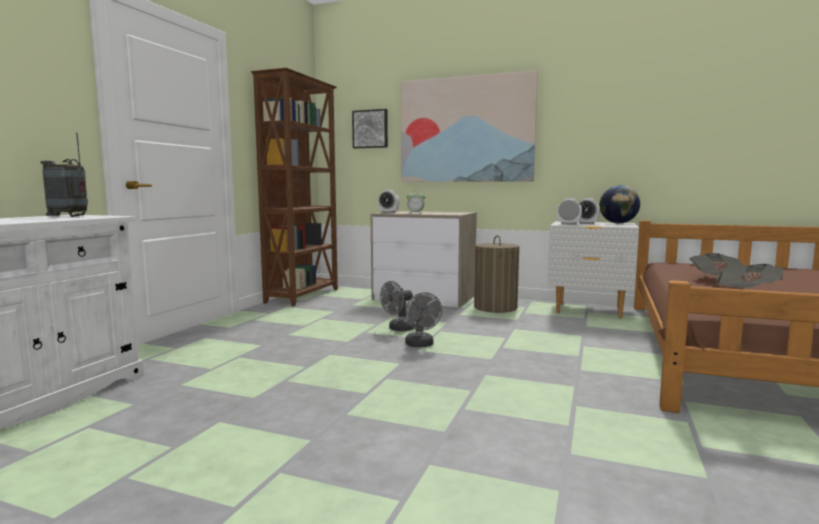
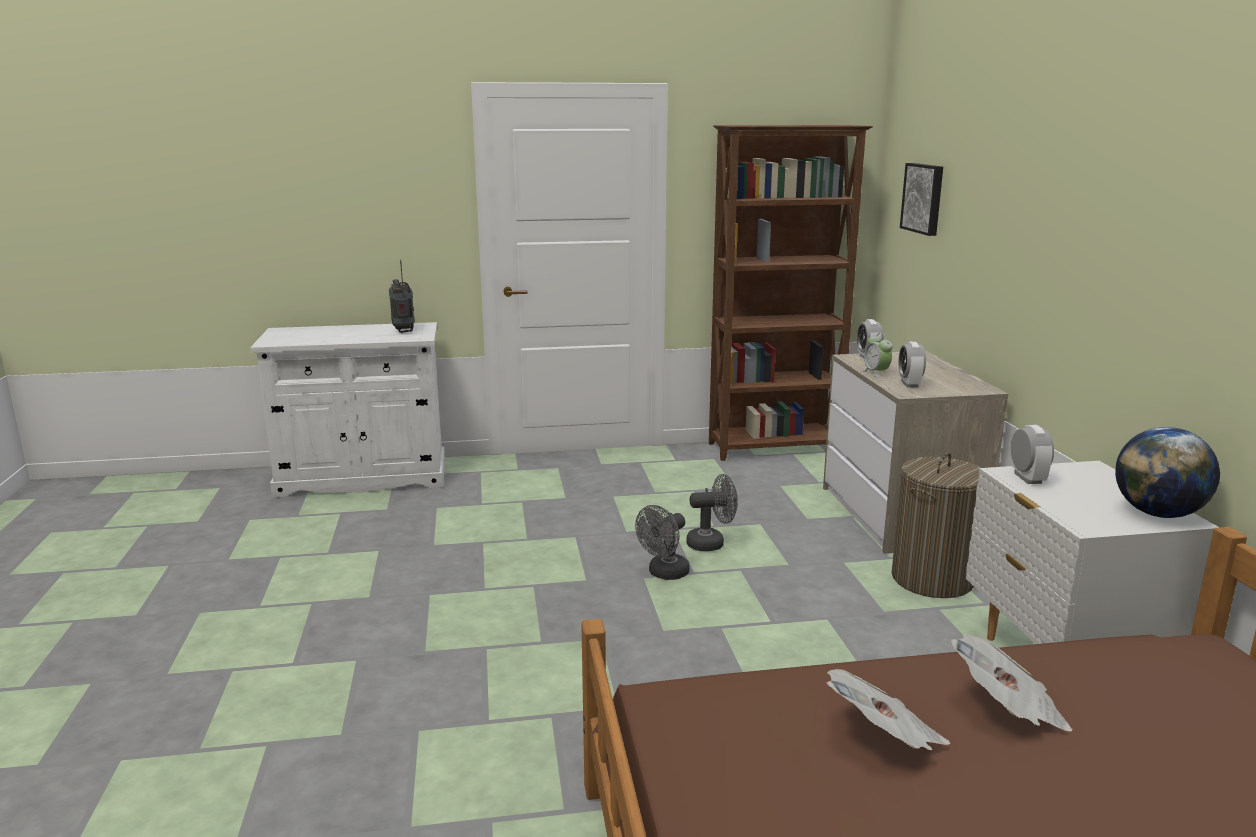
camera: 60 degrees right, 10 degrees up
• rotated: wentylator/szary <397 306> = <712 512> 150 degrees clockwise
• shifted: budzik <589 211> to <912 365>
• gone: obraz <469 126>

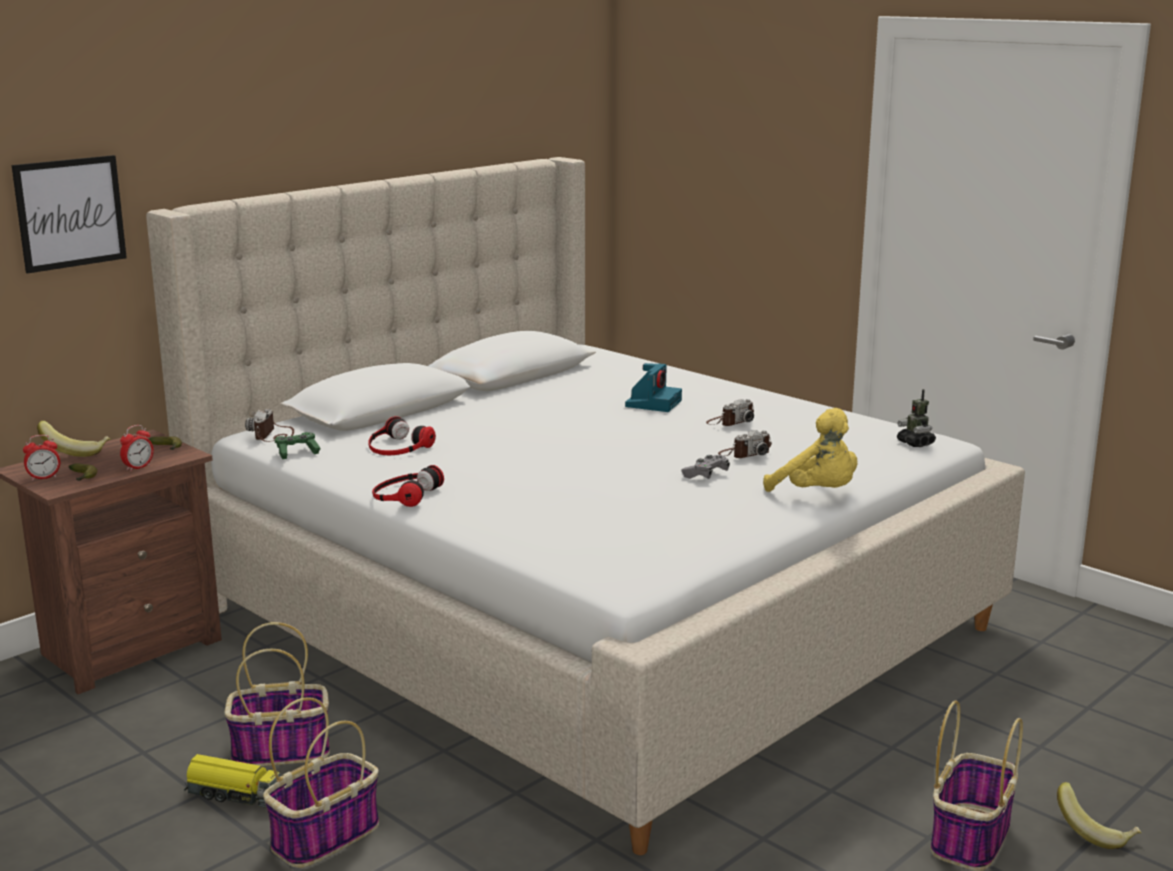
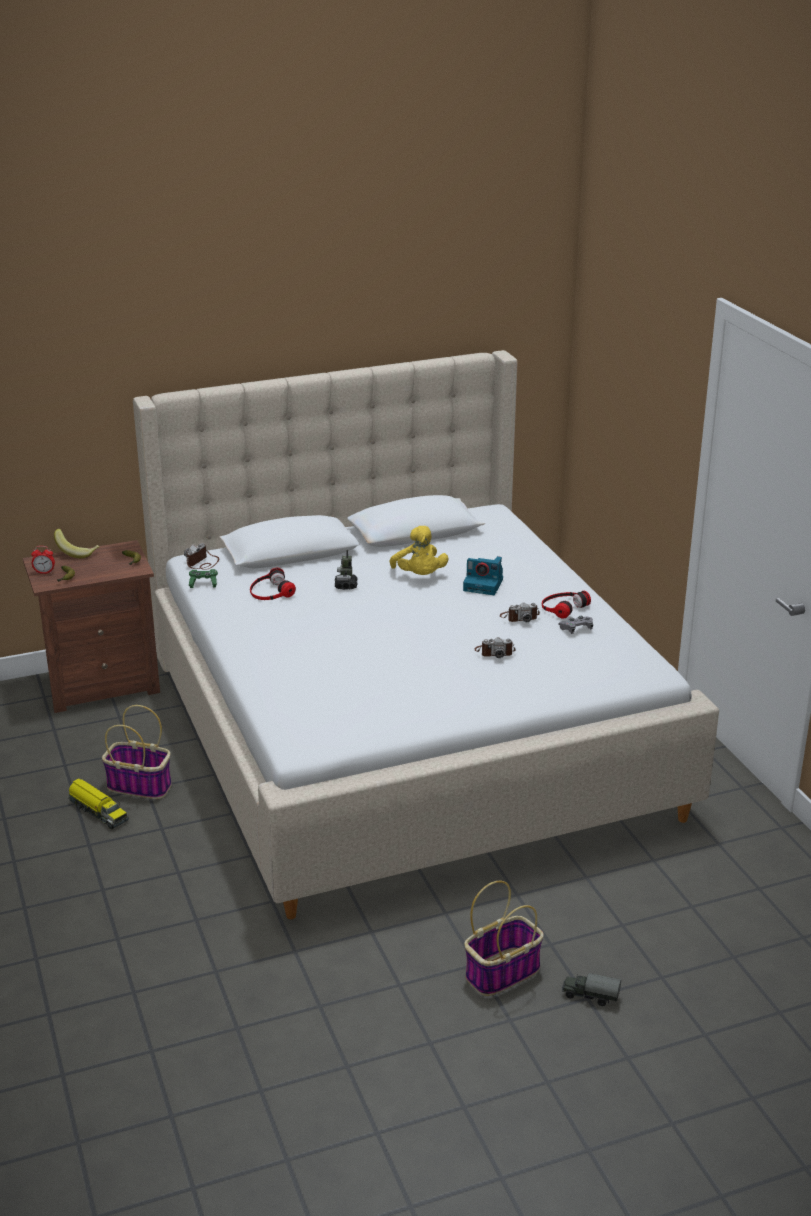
camera: 25 degrees right, 10 degrees up
• shifted: robot zabawkowy <916 418> to <346 570>
• shifted: pluszak/żółty <810 450> to <419 550>
• rotated: aparat fotograficzny <653 387> = <483 575> 60 degrees clockwise
• shifted: słuchawki <408 486> to <566 605>
• shifted: pad do gier/szary <705 467> to <576 625>
• swapped: banan <1099 815> to ciężarówka zabawkowa <591 989>
• gone: obraz <69 214>
• gone: budzik <137 448>
• gone: koszyk <321 782>

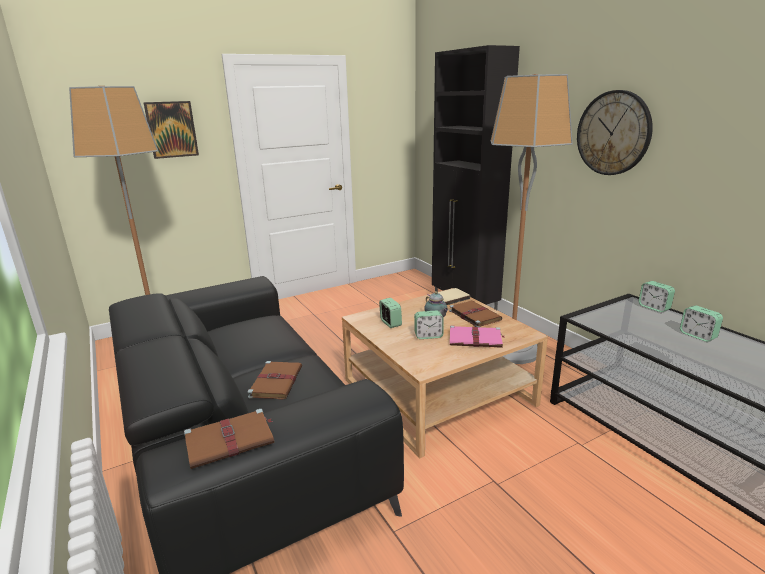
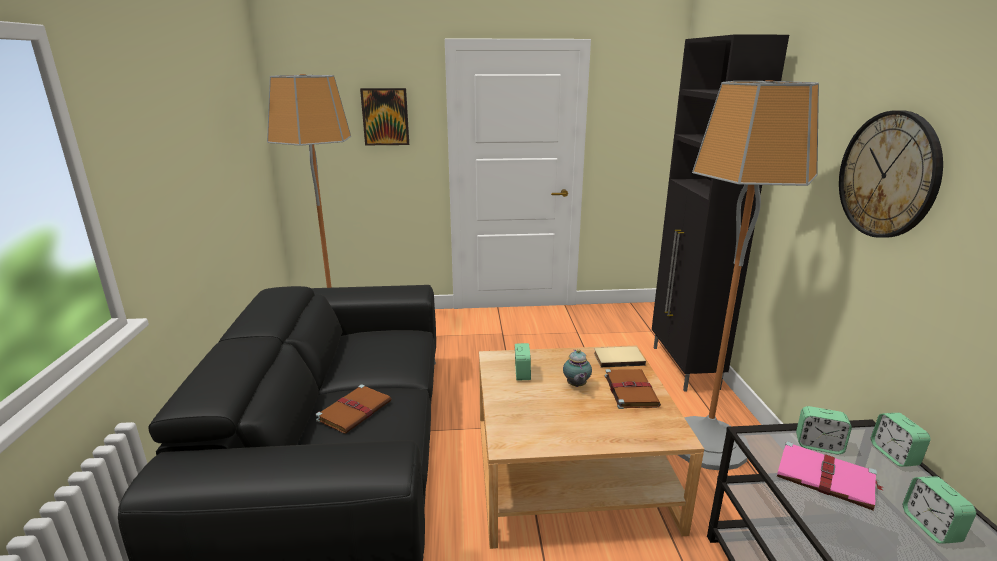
camera: 25 degrees right, 0 degrees up
• shifted: książka/różowy <477 336> to <829 475>
• shifted: budzik <429 324> to <824 430>
• gone: książka/brązowy <229 439>

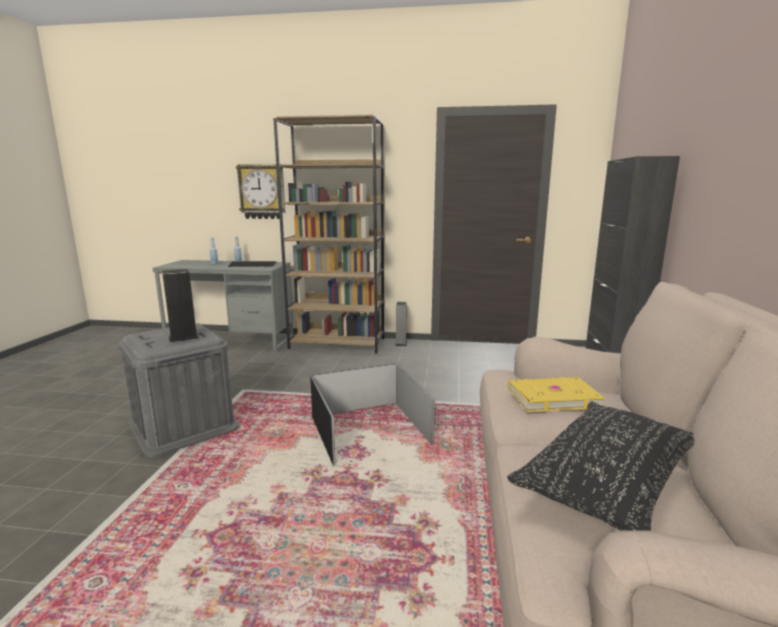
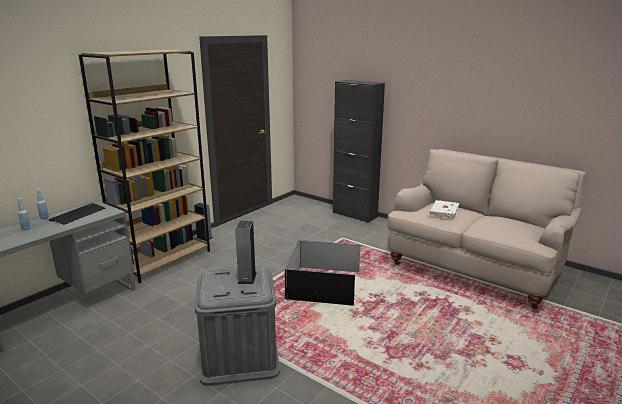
camera: 60 degrees left, 5 degrees up
• repainted: książka/żółty <556 394> to książka/biały <444 209>
• gone: zegar ścienny <260 191>
• gone: poduszka/czarny <600 466>

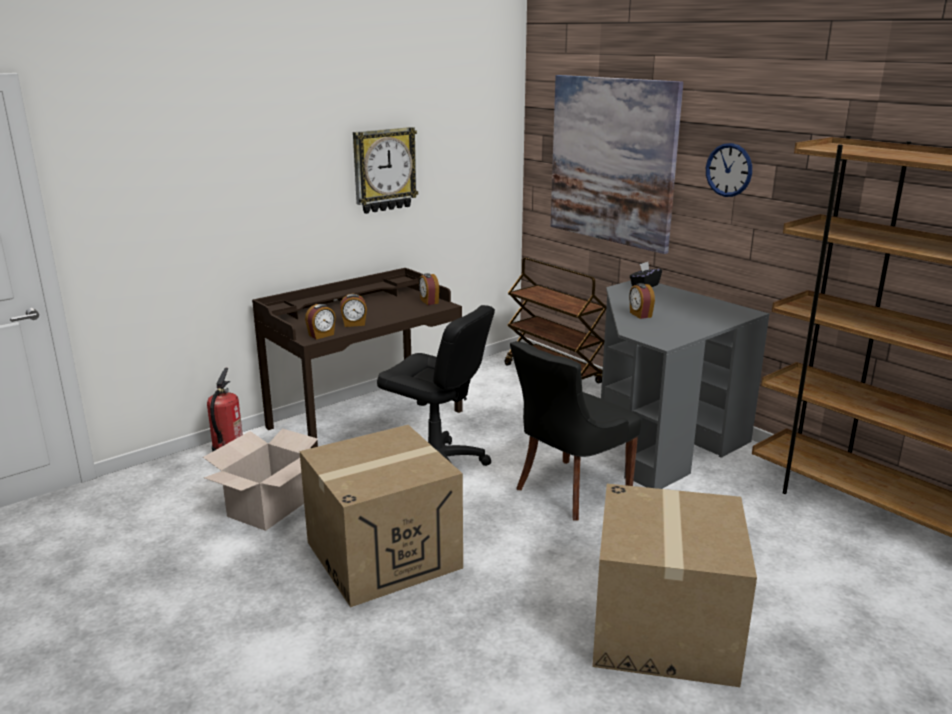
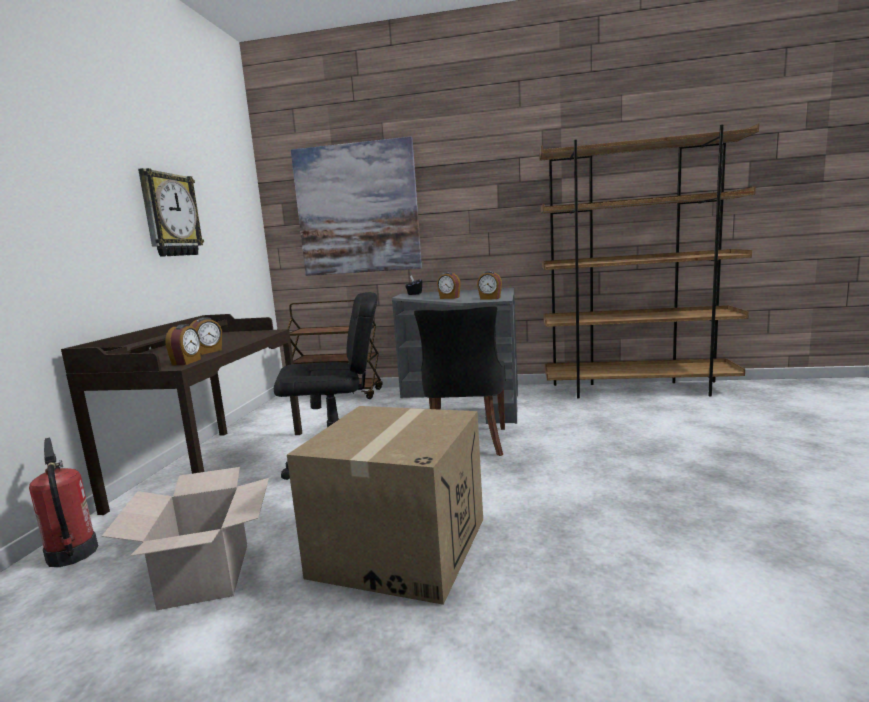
camera: 40 degrees left, 10 degrees down
• shifted: budzik <429 289> to <489 285>
• gone: karton <674 585>
• gone: zegar ścienny <729 170>

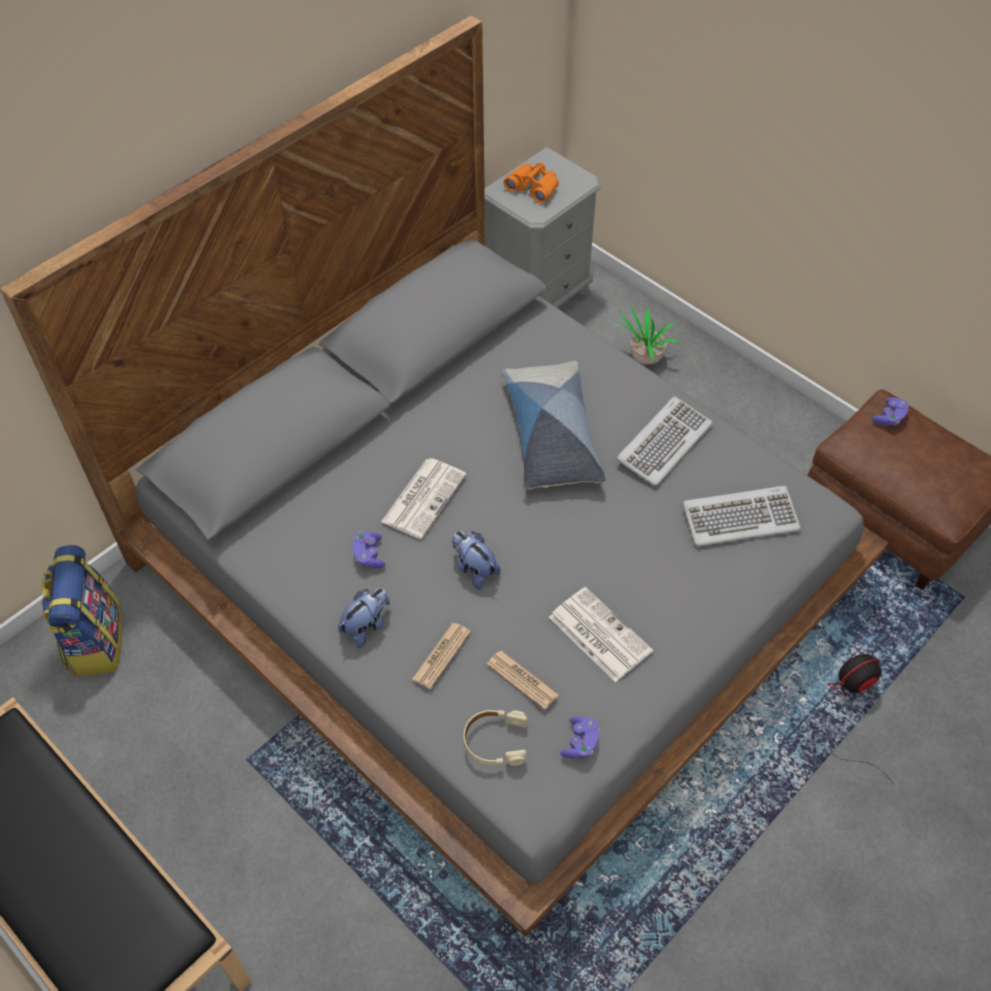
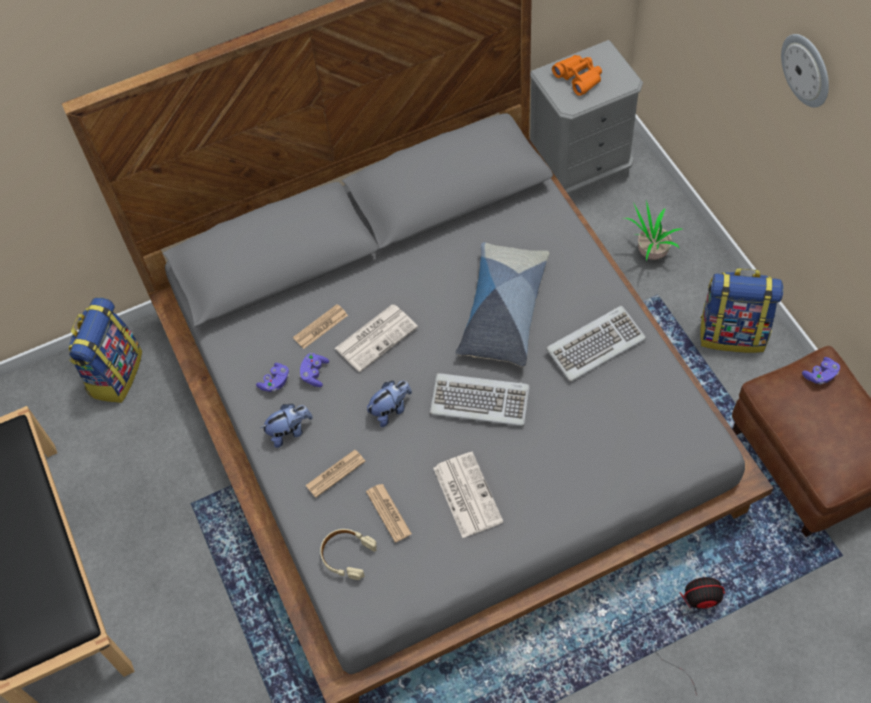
camera: 25 degrees right, 5 degrees up
• shifted: pad do gier/fioletowy <579 738> to <272 377>
• new: gazeta <320 326>
• rotated: pluszak <476 560> = <389 404> 75 degrees clockwise
• shifted: klawiatura <741 516> to <480 399>
• new: plecak <741 310>
• new: zegar ścienny <805 70>

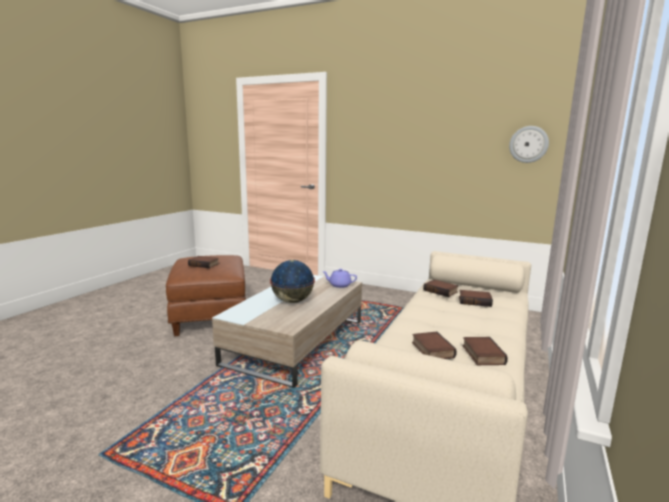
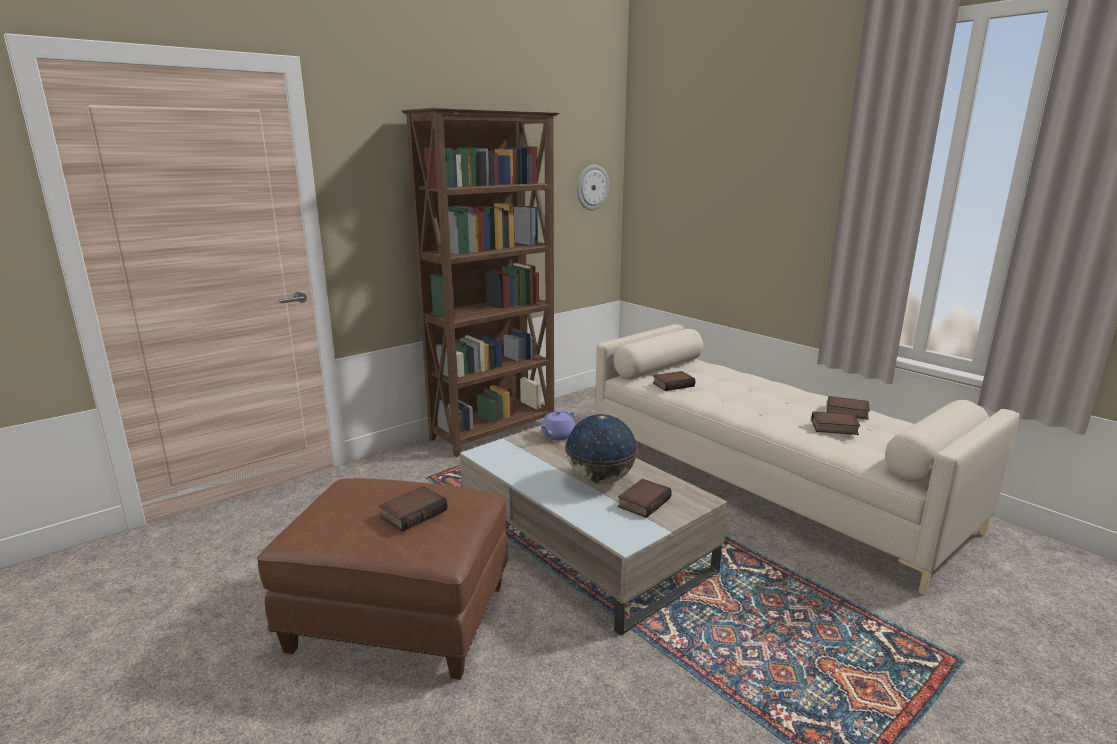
camera: 65 degrees left, 5 degrees up
• new: regał/brązowy <480 282>
• shifted: książka <476 298> to <645 498>

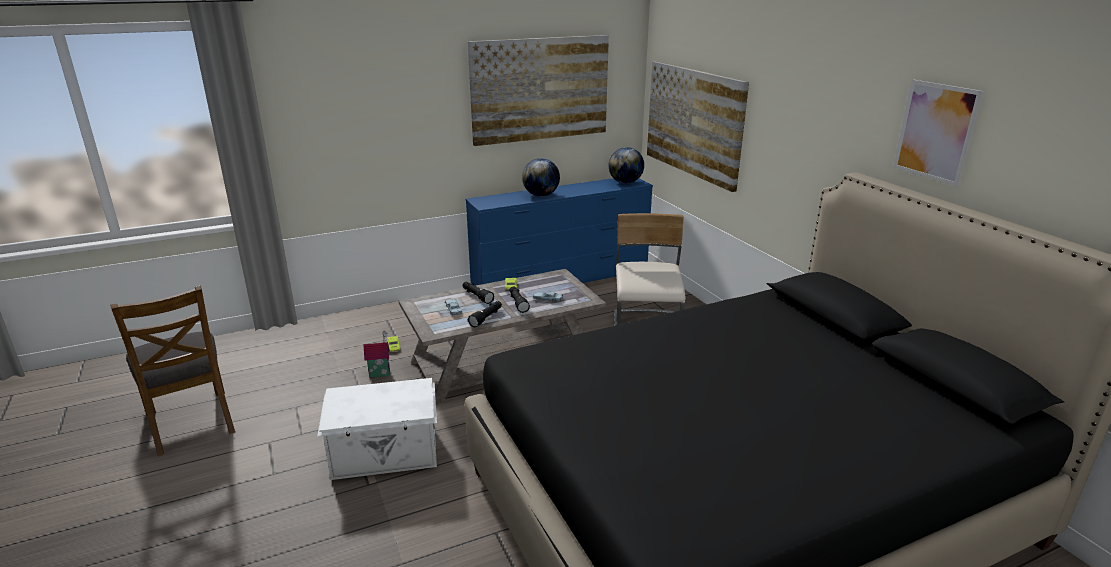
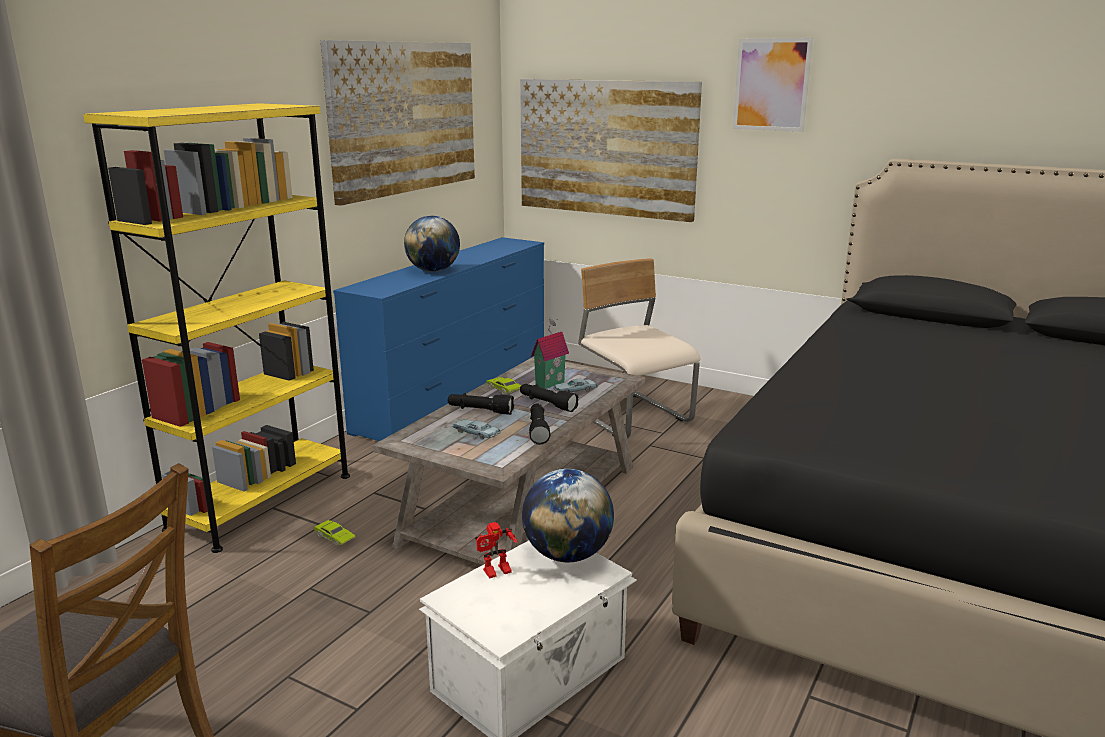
camera: 35 degrees left, 5 degrees down
• new: regał/żółty <216 328>
• new: robot zabawkowy <496 550>
• shifted: globus <626 165> to <568 515>
• shifted: domek <377 354> to <550 353>
• shifted: obraz <938 133> to <773 85>

